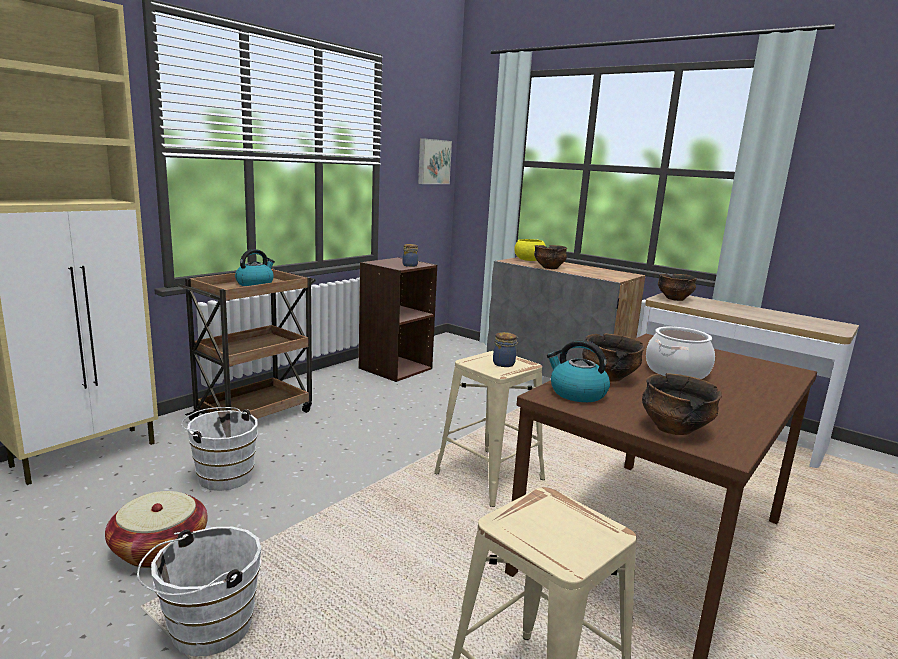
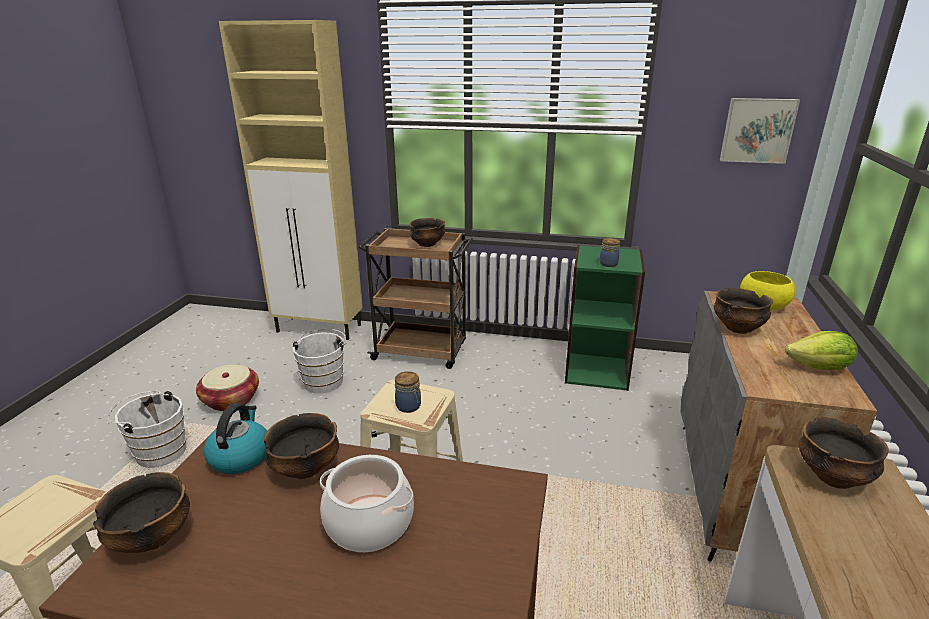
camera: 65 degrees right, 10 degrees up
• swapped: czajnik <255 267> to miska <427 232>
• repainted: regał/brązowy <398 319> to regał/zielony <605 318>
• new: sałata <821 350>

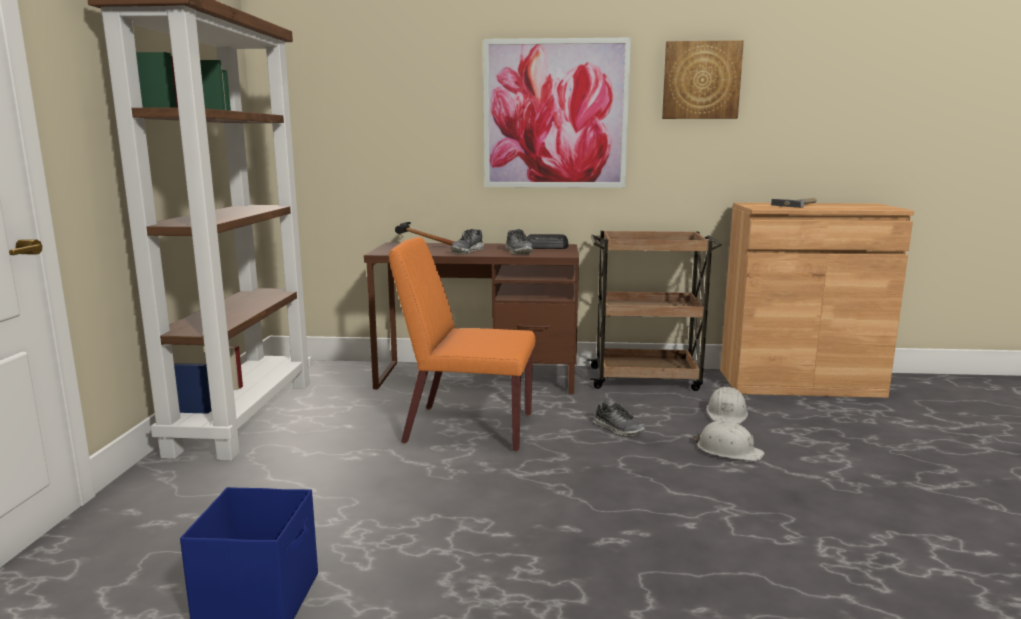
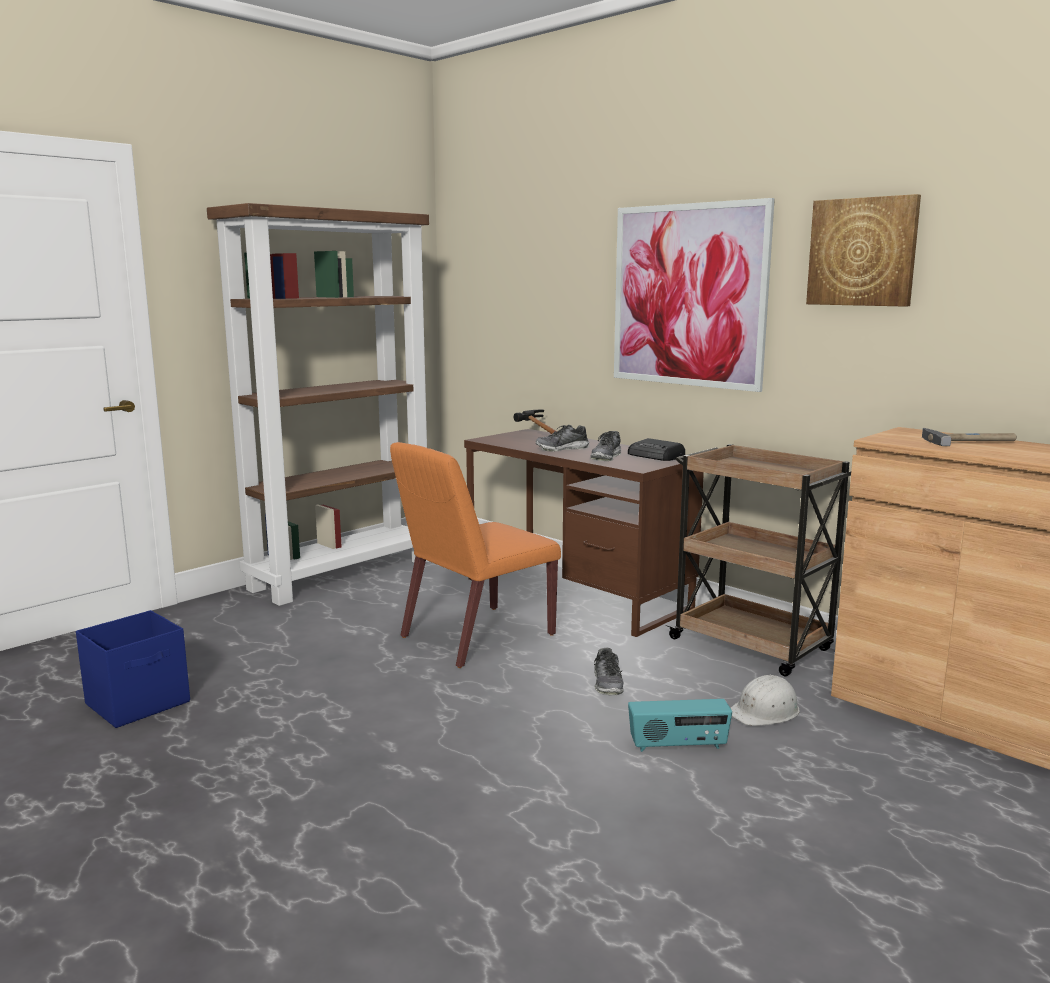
camera: 40 degrees right, 0 degrees up
• rotated: krzesło/pomarańczowy <462 344> = <475 555> 90 degrees counterclockwise
• swapped: kask/biały <729 440> to radio <680 725>

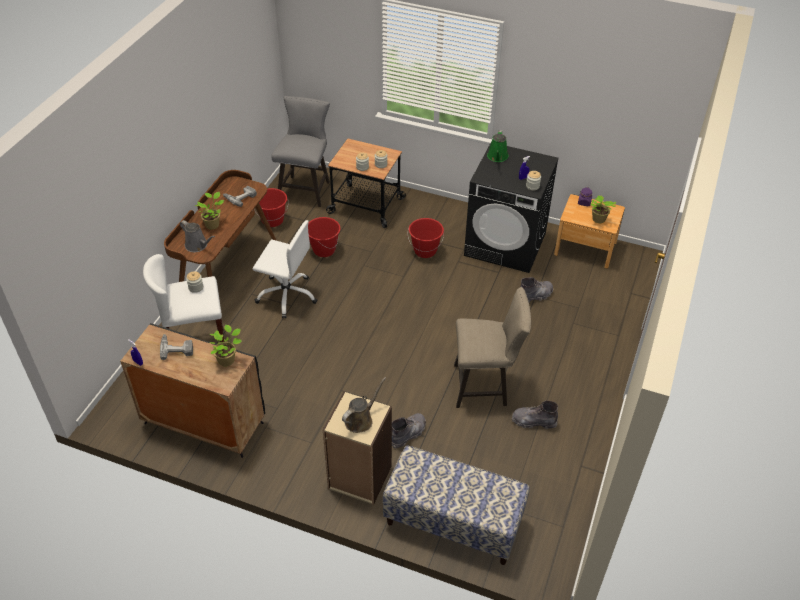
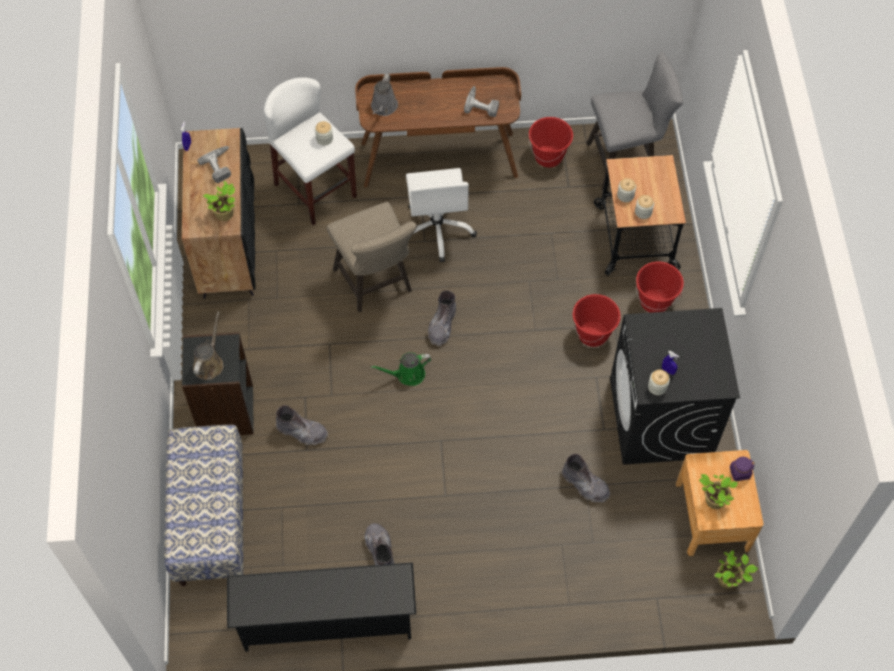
camera: 65 degrees right, 15 degrees up
• repainted: regał/beżowy <357 448> to regał/czarny <218 383>
• rotated: konewka/brązowy <364 405> = <208 345> 90 degrees counterclockwise
• new: regał na buty/czarny <321 607>
• shifted: stołek/beżowy <492 347> to <372 257>
• shifted: konewka/zielony <497 146> to <401 369>
• new: but z cholewką/szary <442 318>
• shifted: wiadro/czerwony <324 237> to <660 287>
• shifted: roślina doniczkowa <209 211> to <736 569>

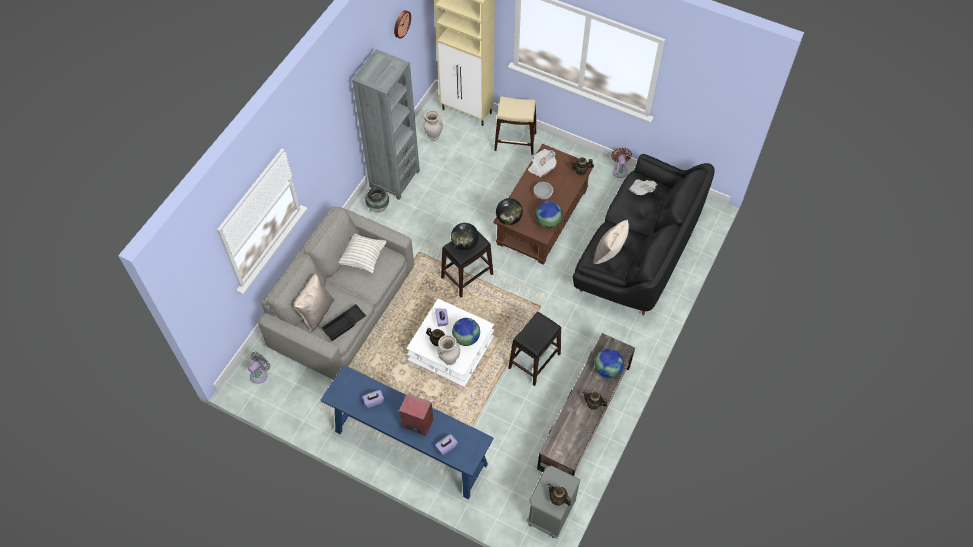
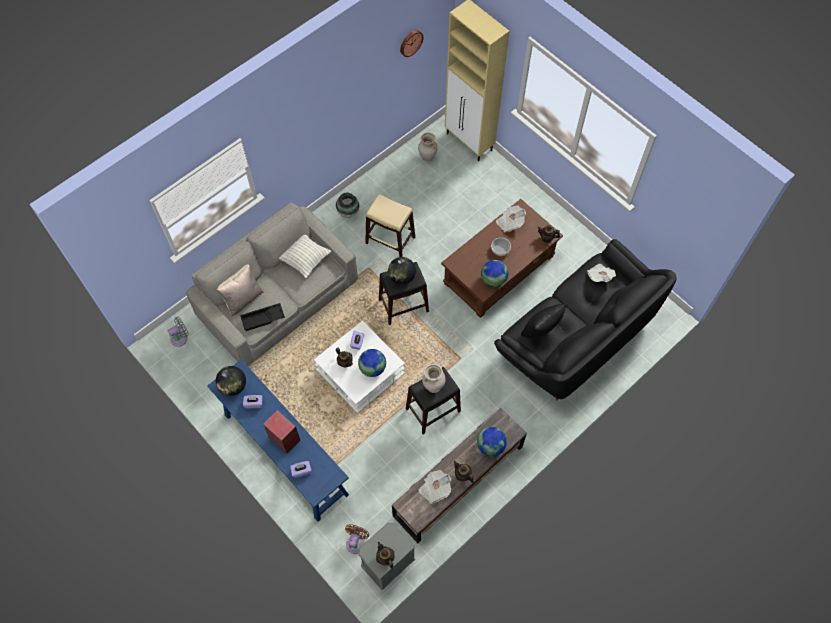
camera: 20 degrees right, 5 degrees up
• shifted: globus <509 211> to <231 381>
• shifted: wentylator/brązowy <621 163> to <357 539>
• shifted: stołek/beżowy <515 125> to <390 225>
• new: gazeta <435 487>
• shifted: wazon/beżowy <449 350> to <434 378>
• repainted: poduszka/beżowy <611 242> to poduszka/czarny <543 321>
• gone: regał/szary <386 124>

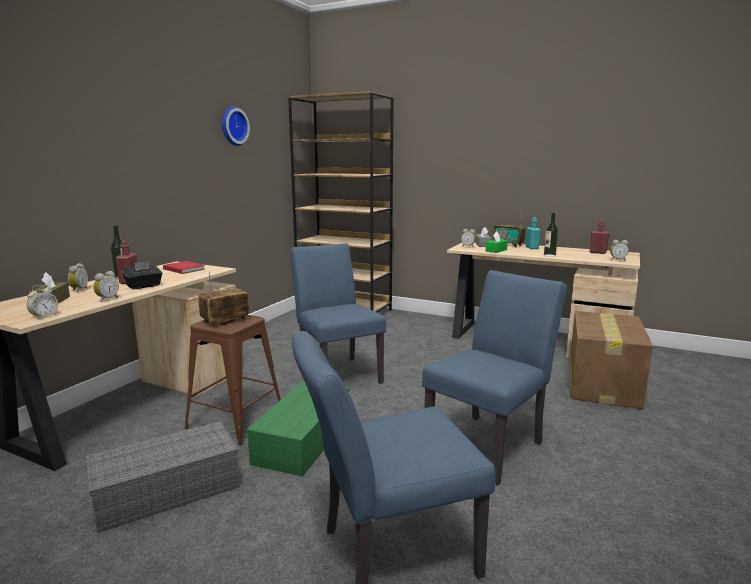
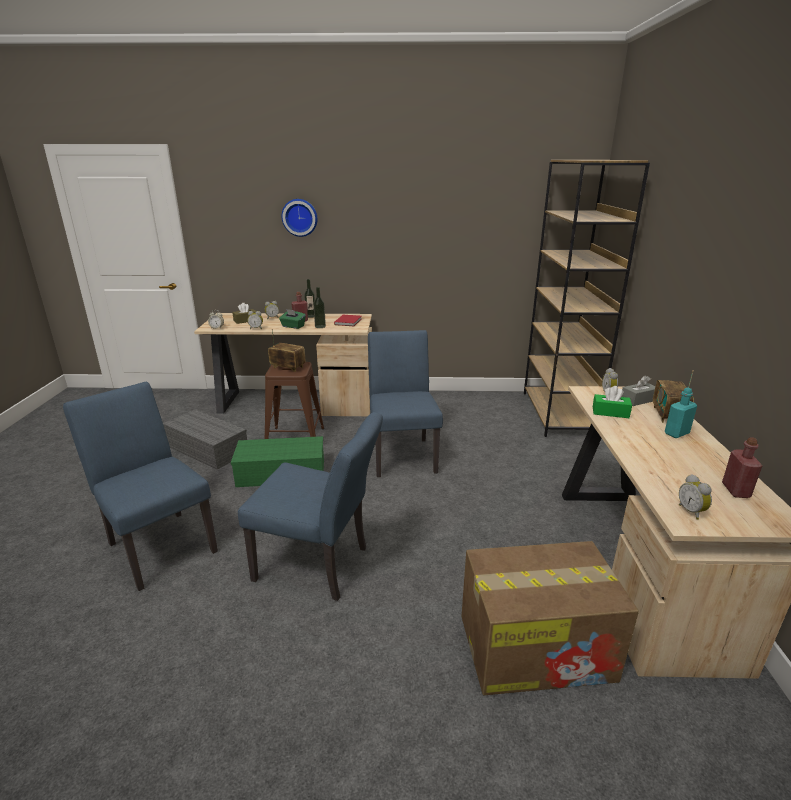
camera: 65 degrees right, 10 degrees up
• repainted: pudełko chusteczek/czarny <142 275> to pudełko chusteczek/zielony <292 319>
• shifted: zegar ścienny <236 126> to <299 218>
• shifted: butelka <551 235> to <319 307>
• rotated: krzesło/niebieski <338 313> = <405 403> 45 degrees counterclockwise

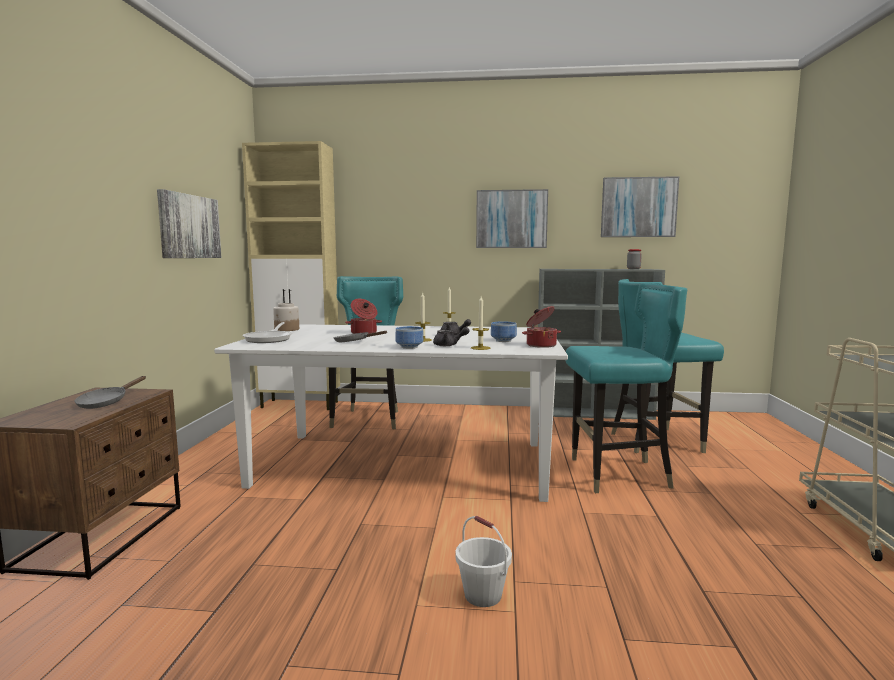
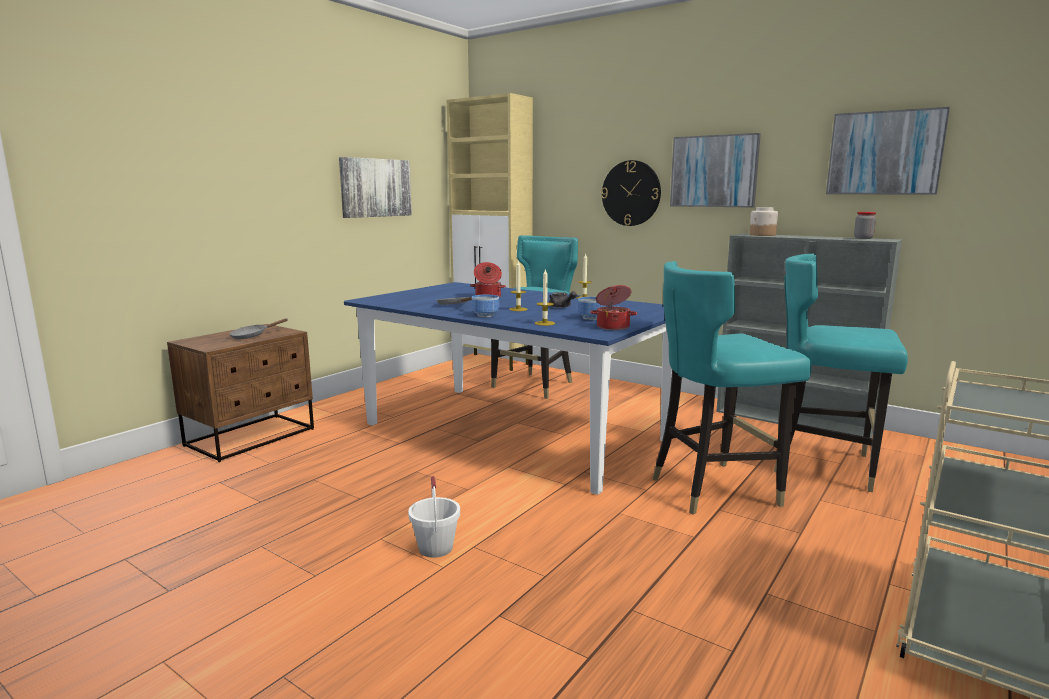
camera: 30 degrees right, 5 degrees up
• repainted: stół jadalny/biały <391 413> to stół jadalny/niebieski <508 388>
• new: zegar ścienny <631 193>
• rotated: krzesło/turkusowy <626 388> = <732 388> 135 degrees clockwise
• shifted: słoik <286 317> to <764 221>
• gone: patelnia <267 332>
• gone: imbryk/szary <451 336>

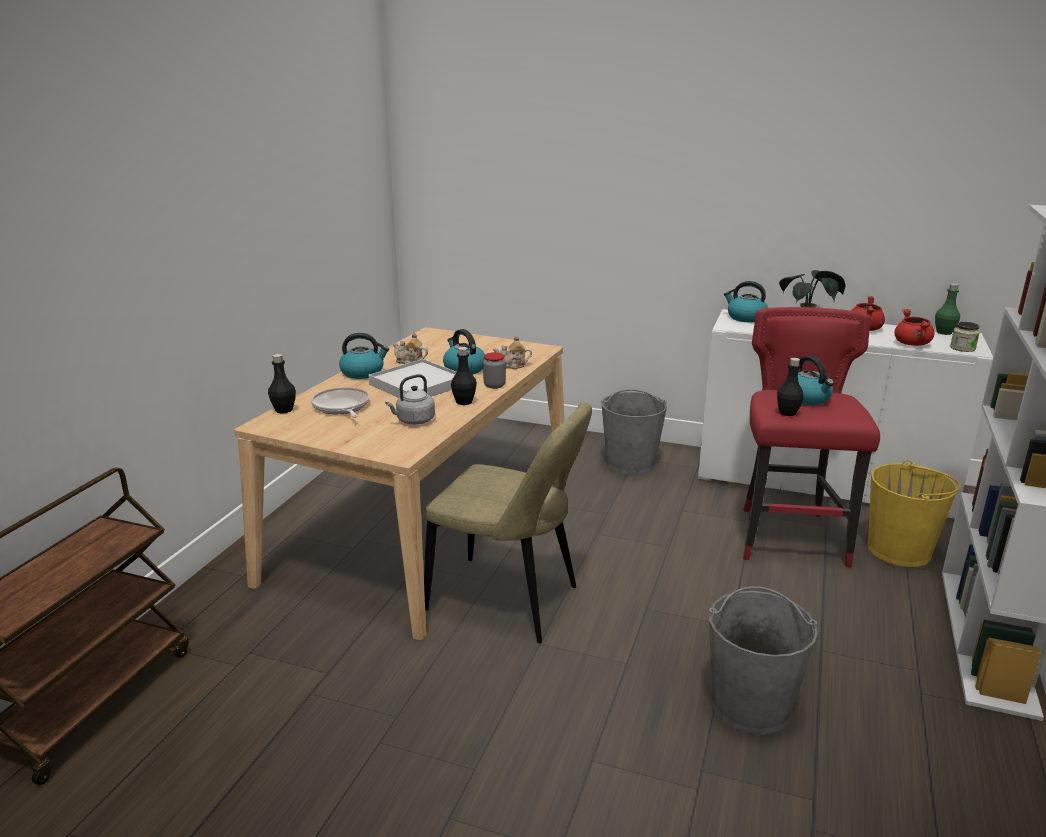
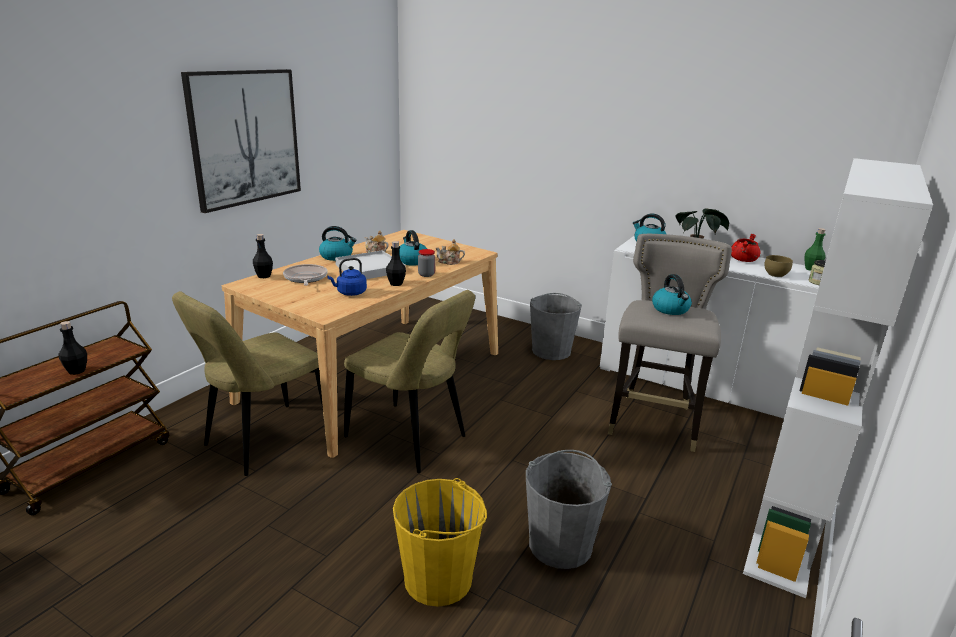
camera: 10 degrees right, 0 degrees up
• shifted: butelka/czarny <790 387> to <73 348>
• new: krzesło/beżowy <247 383>
• new: obraz <241 141>
• repainted: czajnik/szary <410 399> to czajnik/niebieski <347 277>
• shifted: wiadro/żółty <914 513> to <440 542>
• repainted: stołek/czerwony <811 437> to stołek/szary <670 343>
• swapped: garnek/czerwony <914 327> to miska/brązowy <778 266>

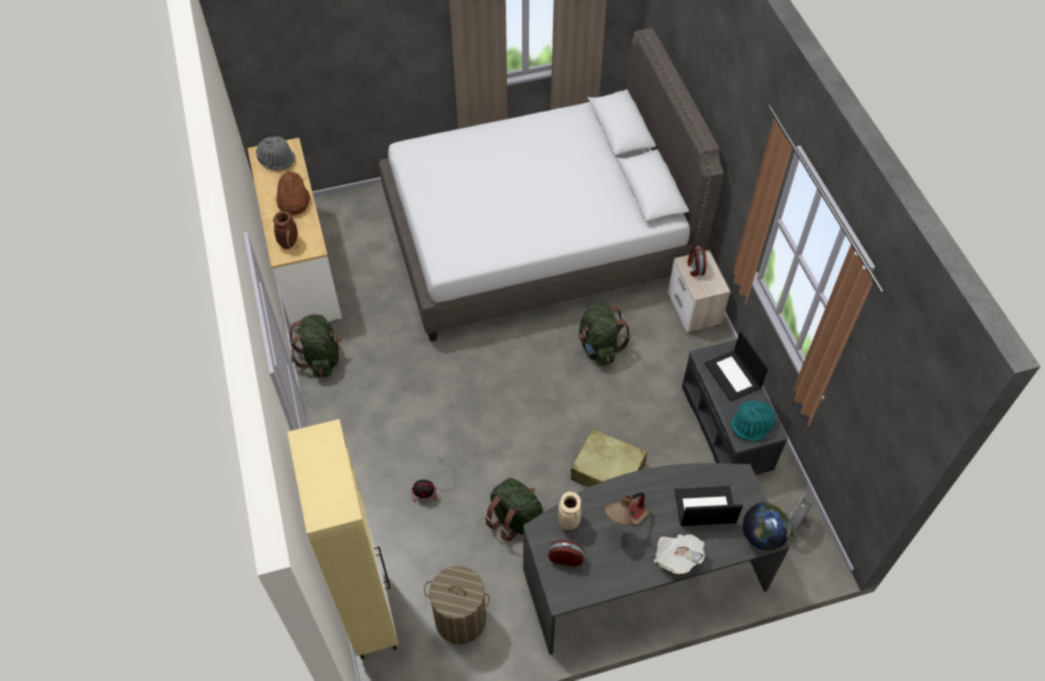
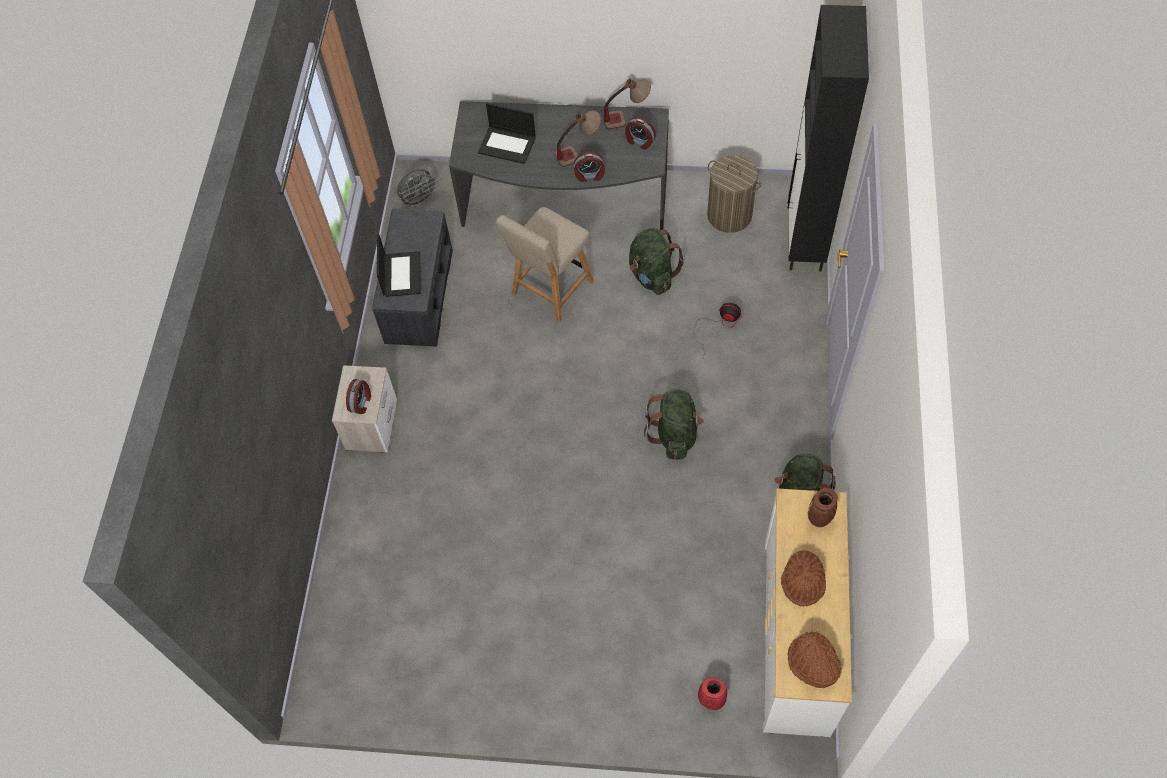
camera: 155 degrees left, 5 degrees up
• swapped: walizka/beżowy <609 458> to krzesło/beżowy <545 264>
• new: budzik <589 167>
• new: lampa stołowa <627 104>
• shifted: plecak/zielony <604 334> to <674 425>
• new: wazon/czerwony <712 693>
• repainted: szafka/beżowy <343 539> to szafka/czarny <828 138>
• repainted: kapelusz/szary <276 153> to kapelusz/brązowy <815 659>
• gone: łóżko/szary <551 185>
• gone: wazon/beżowy <570 511>
• gone: gazeta <679 554>
• gone: kapelusz/turkusowy <753 420>
• gone: globus <767 526>

